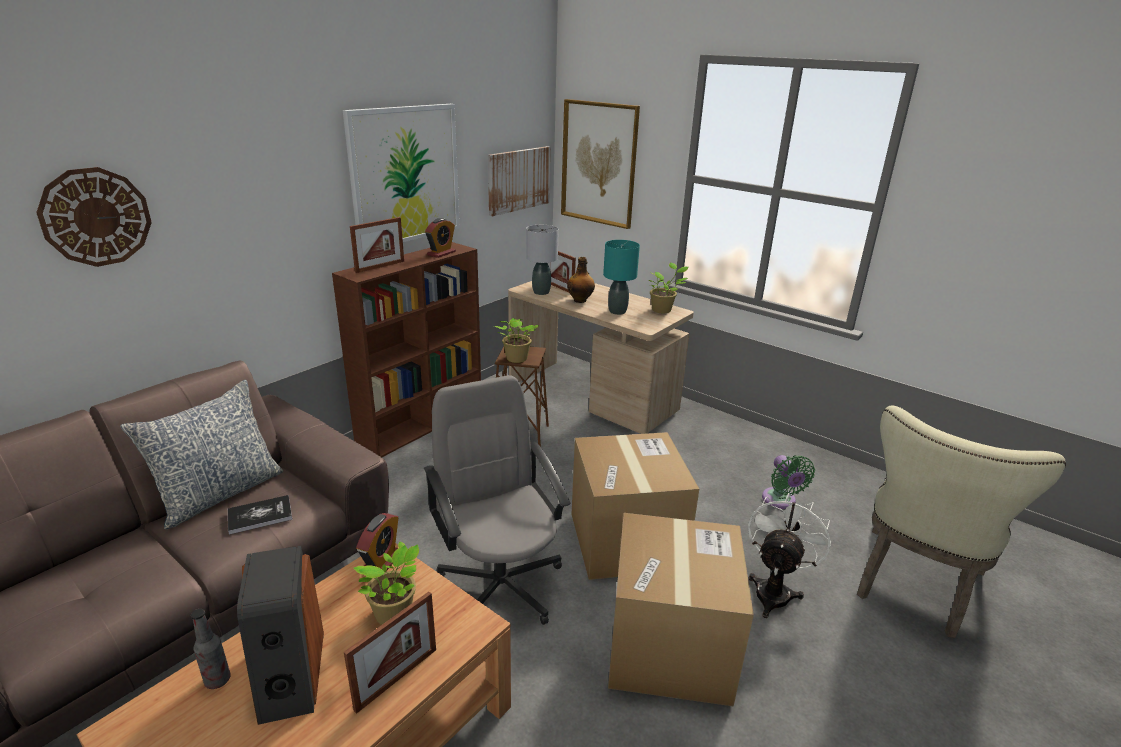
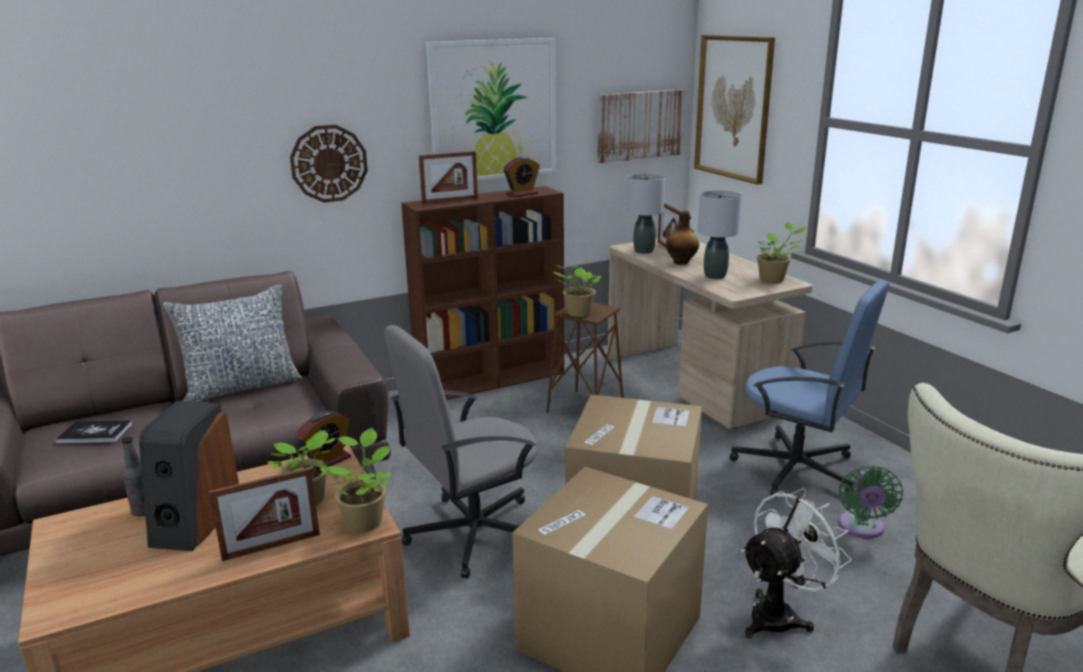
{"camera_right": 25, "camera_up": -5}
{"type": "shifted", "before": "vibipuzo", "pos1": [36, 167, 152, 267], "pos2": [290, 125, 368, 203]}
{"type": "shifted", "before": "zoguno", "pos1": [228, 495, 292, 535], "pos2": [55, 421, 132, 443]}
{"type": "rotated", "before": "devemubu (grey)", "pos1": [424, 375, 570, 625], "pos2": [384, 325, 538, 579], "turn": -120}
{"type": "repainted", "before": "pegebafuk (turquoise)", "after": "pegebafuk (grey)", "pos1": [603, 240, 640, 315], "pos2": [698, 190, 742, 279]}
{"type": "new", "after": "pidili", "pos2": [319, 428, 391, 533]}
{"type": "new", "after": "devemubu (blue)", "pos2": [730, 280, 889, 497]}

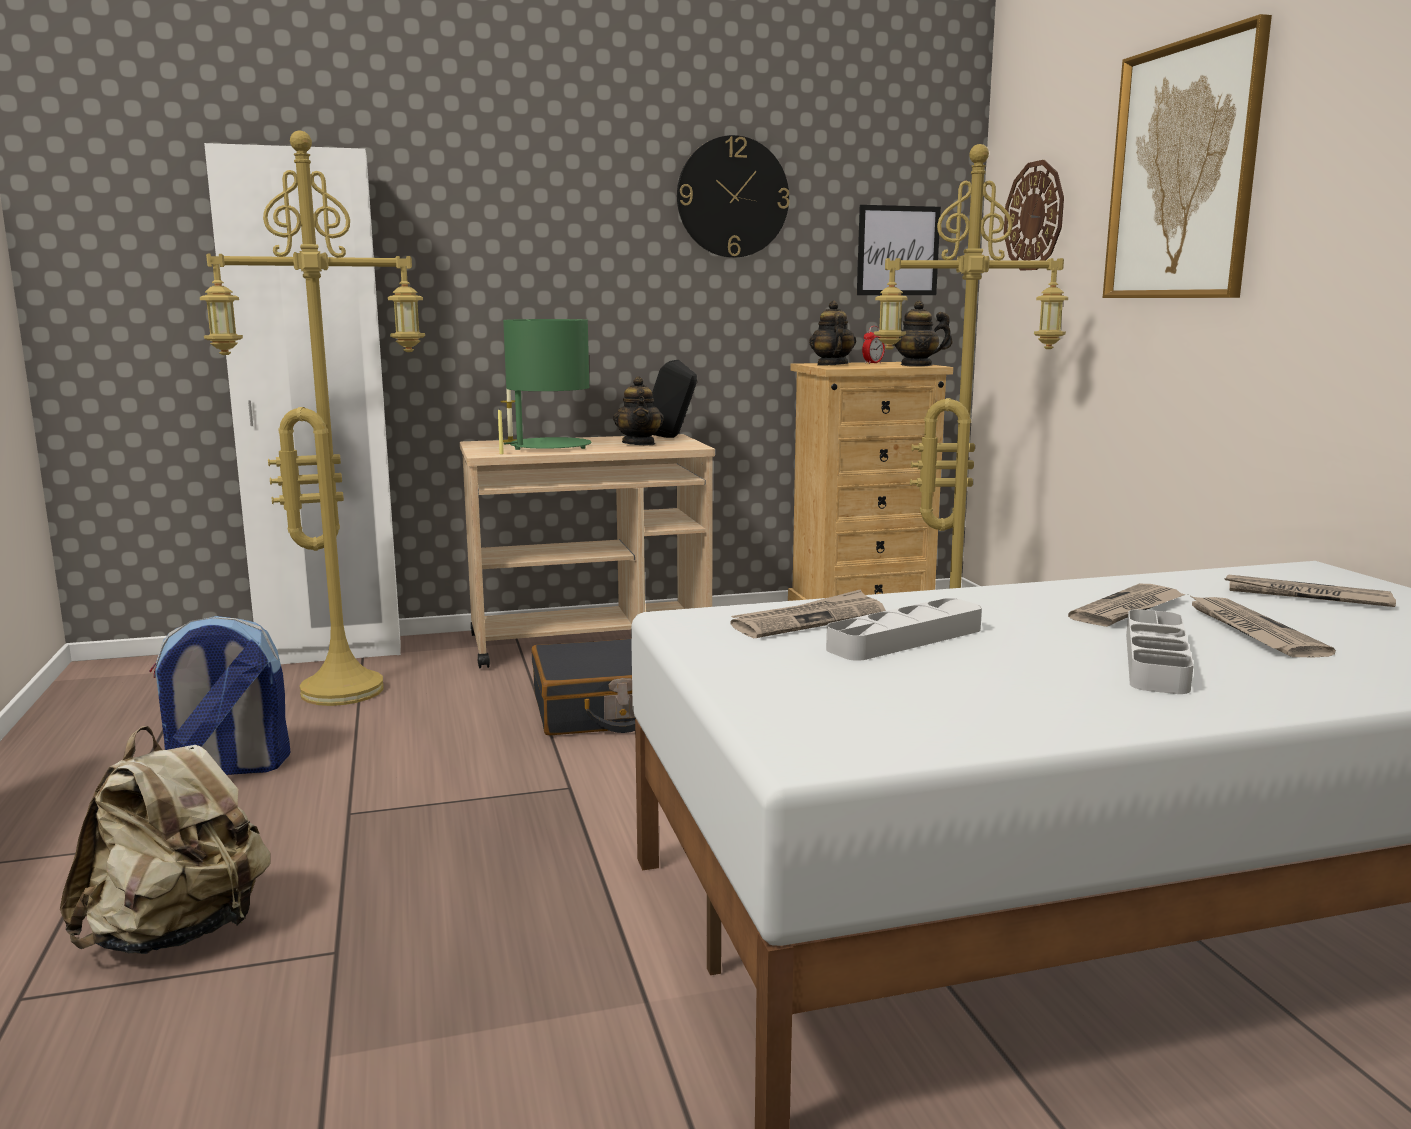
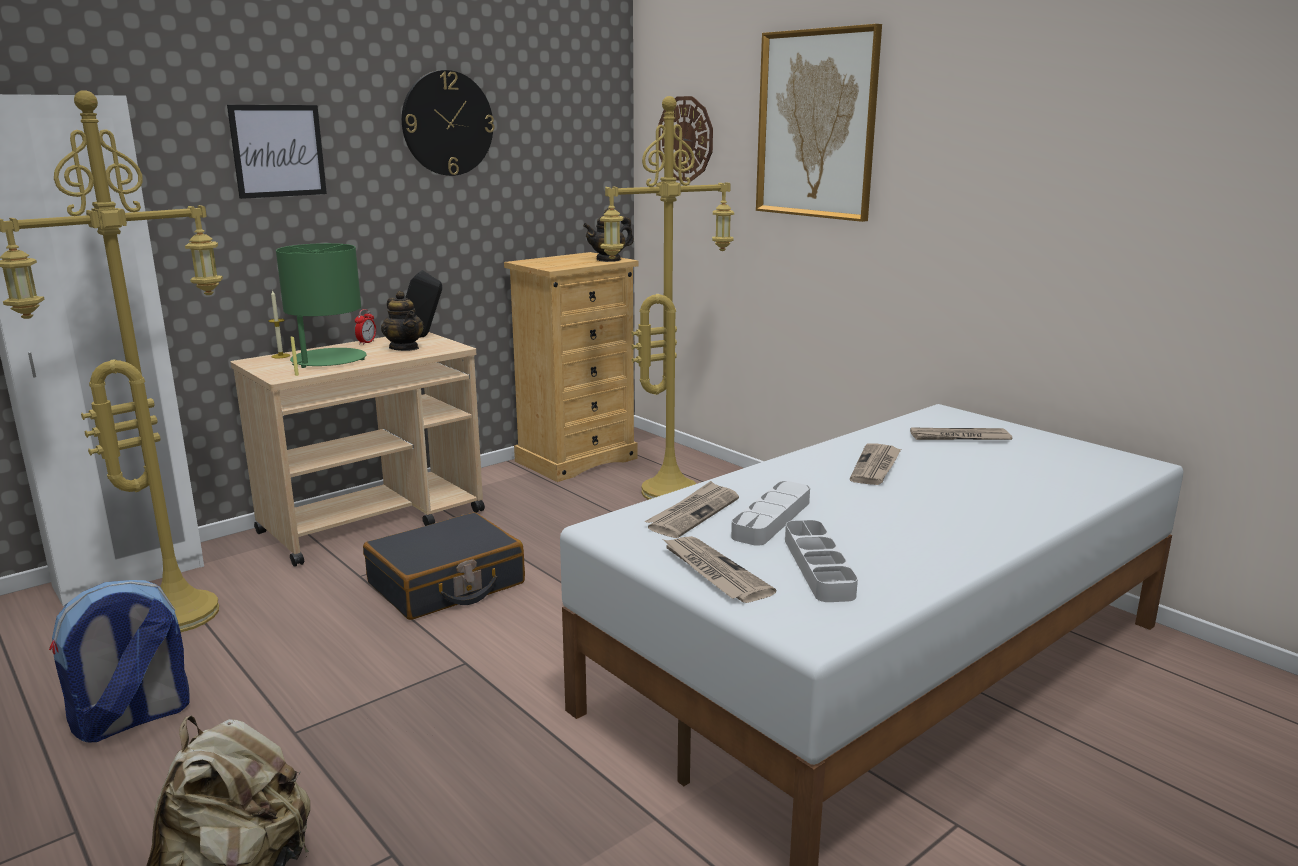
{"camera_right": -25, "camera_up": 5}
{"type": "gone", "before": "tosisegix", "pos1": [809, 301, 856, 366]}
{"type": "shifted", "before": "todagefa", "pos1": [857, 205, 941, 295], "pos2": [227, 105, 327, 199]}
{"type": "shifted", "before": "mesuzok", "pos1": [862, 326, 885, 364], "pos2": [355, 309, 376, 345]}
{"type": "shifted", "before": "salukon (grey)", "pos1": [1126, 609, 1194, 694], "pos2": [785, 520, 858, 602]}
{"type": "shifted", "before": "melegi", "pos1": [1189, 595, 1336, 657], "pos2": [664, 536, 776, 603]}

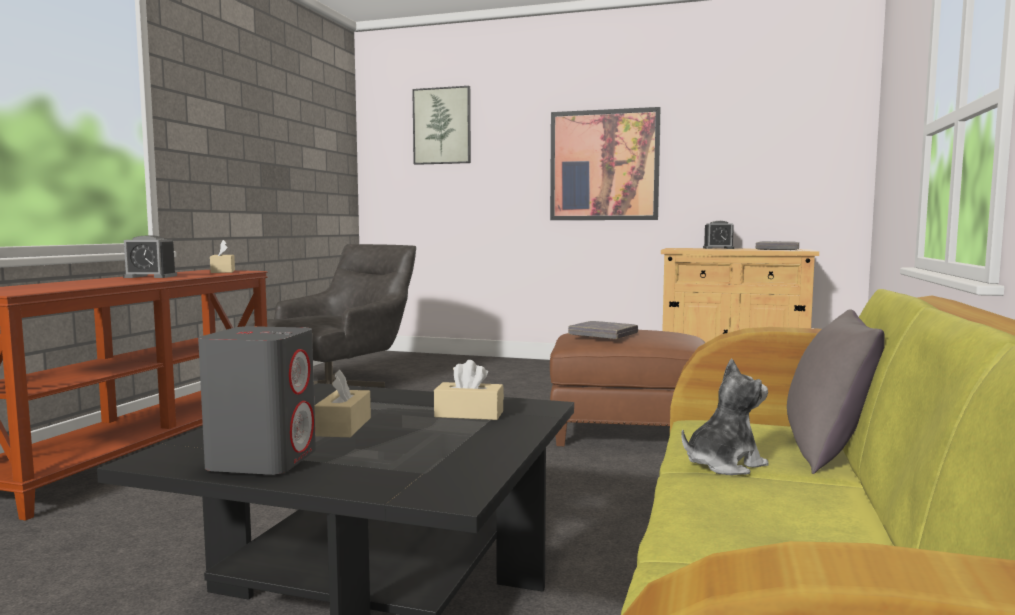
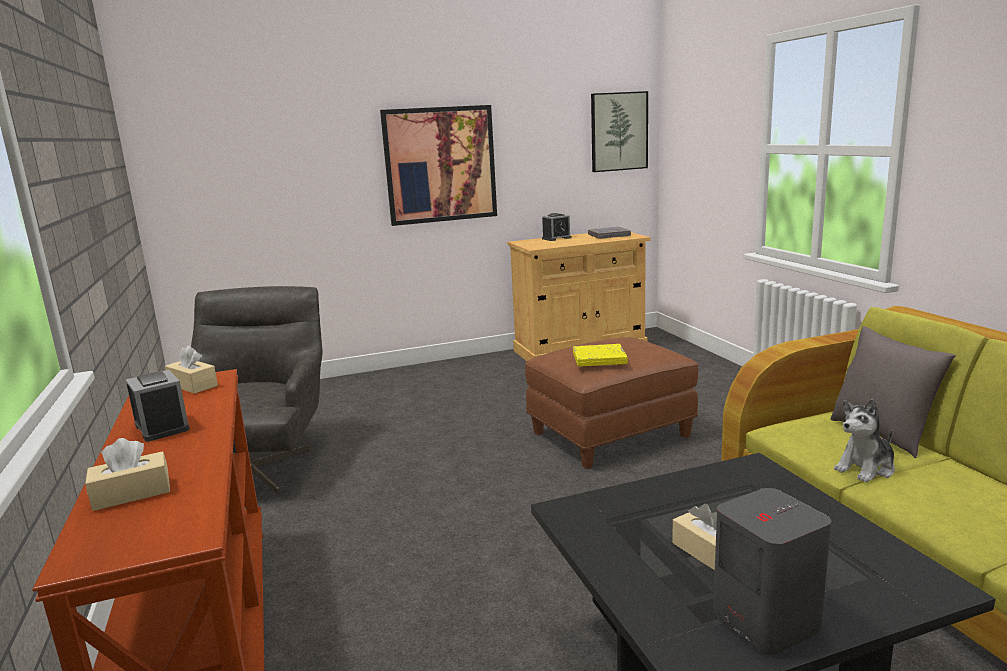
{"camera_right": -35, "camera_up": 10}
{"type": "rotated", "before": "mesuzok", "pos1": [123, 235, 177, 278], "pos2": [125, 370, 190, 442], "turn": -90}
{"type": "shifted", "before": "todagefa", "pos1": [412, 86, 471, 165], "pos2": [591, 91, 648, 172]}
{"type": "shifted", "before": "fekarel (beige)", "pos1": [434, 360, 504, 420], "pos2": [85, 438, 170, 511]}
{"type": "repainted", "before": "zoguno (grey)", "after": "zoguno (yellow)", "pos1": [568, 321, 638, 339], "pos2": [573, 344, 628, 367]}
{"type": "rotated", "before": "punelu", "pos1": [681, 358, 769, 475], "pos2": [834, 399, 895, 483], "turn": -150}

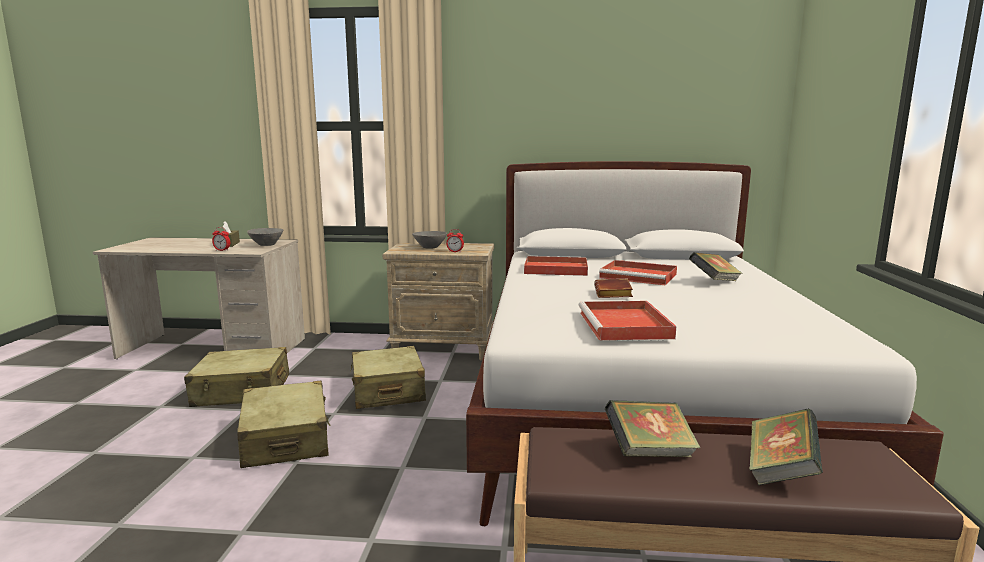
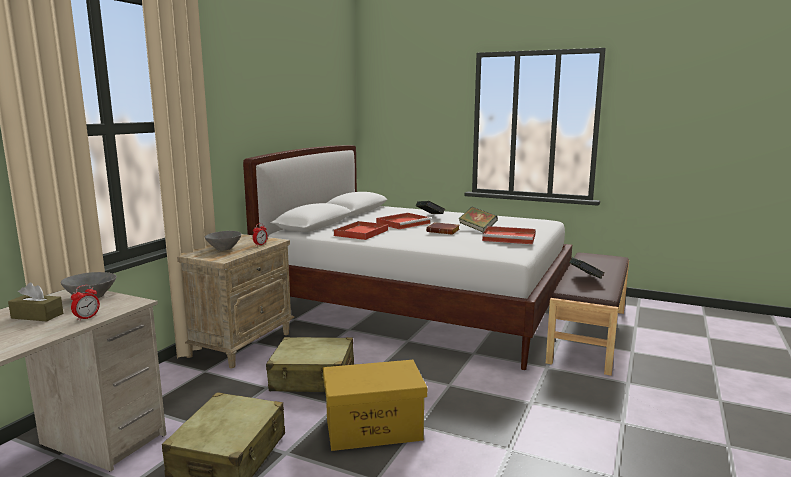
{"camera_right": -70, "camera_up": 0}
{"type": "swapped", "before": "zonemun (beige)", "after": "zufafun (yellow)", "pos1": [237, 381, 330, 468], "pos2": [323, 360, 427, 451]}
{"type": "shifted", "before": "zoguno", "pos1": [749, 409, 823, 486], "pos2": [459, 207, 498, 233]}

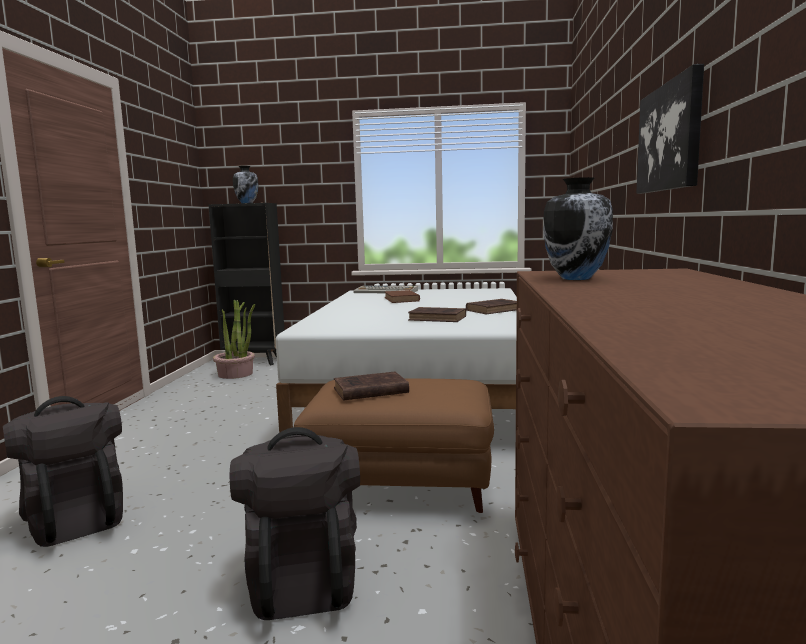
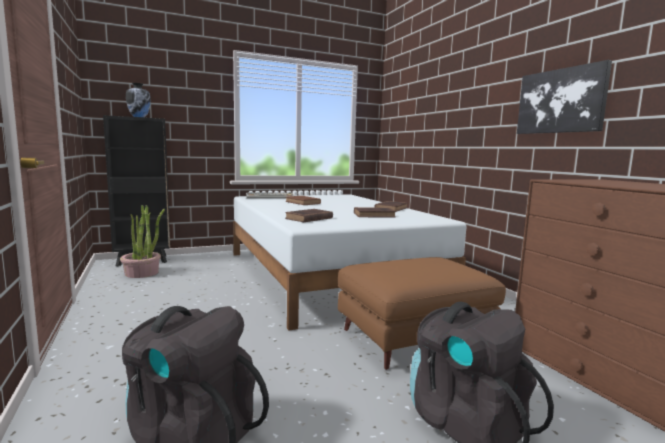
{"camera_right": -30, "camera_up": 0}
{"type": "shifted", "before": "zoguno (brown)", "pos1": [334, 372, 409, 401], "pos2": [285, 209, 333, 222]}
{"type": "gone", "before": "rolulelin", "pos1": [543, 177, 613, 280]}

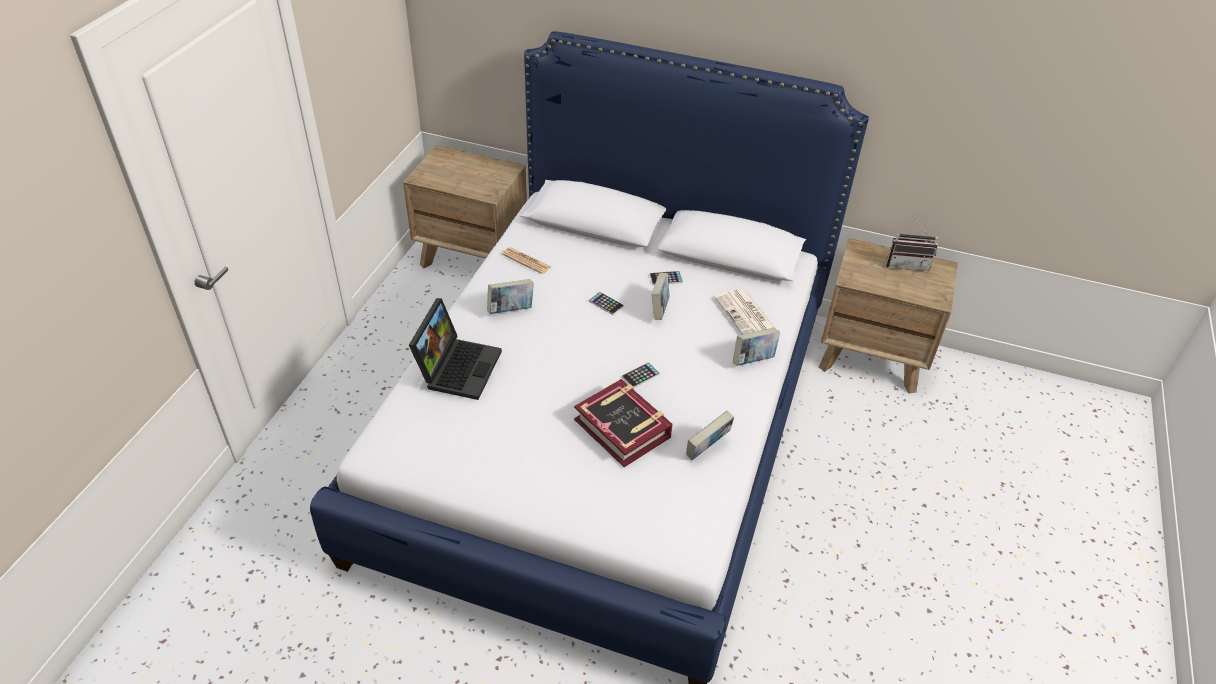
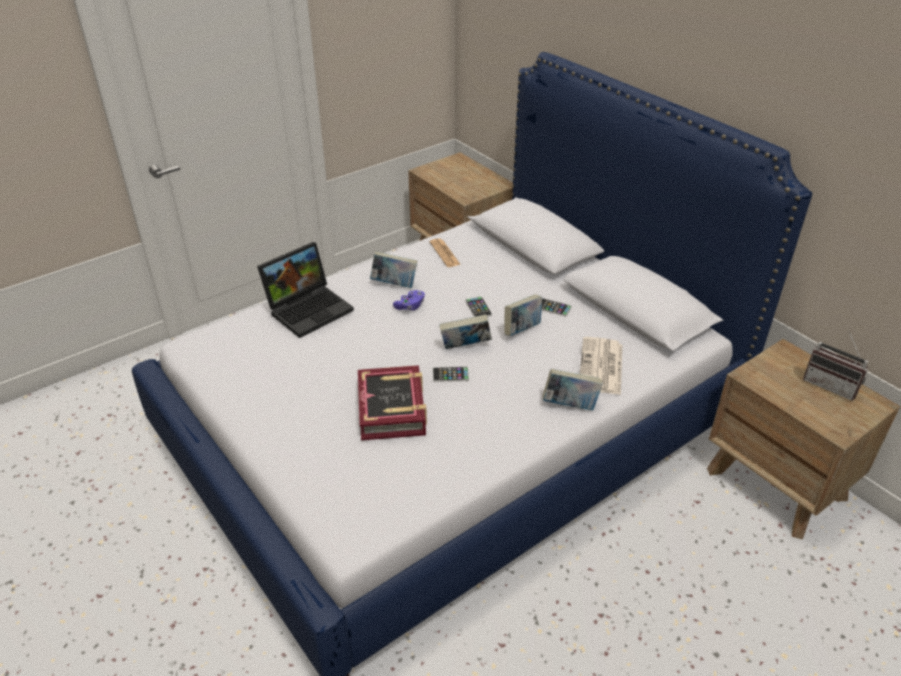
{"camera_right": 35, "camera_up": -5}
{"type": "shifted", "before": "zoguno", "pos1": [686, 411, 734, 460], "pos2": [439, 314, 492, 349]}
{"type": "new", "after": "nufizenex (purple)", "pos2": [393, 290, 425, 310]}

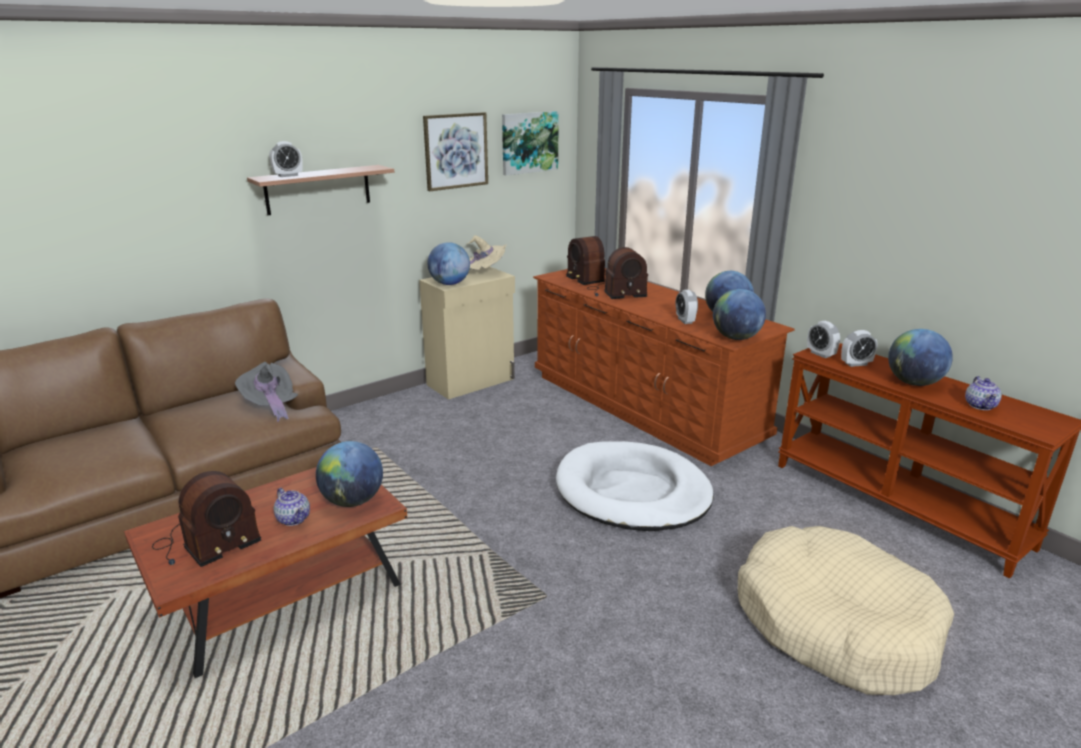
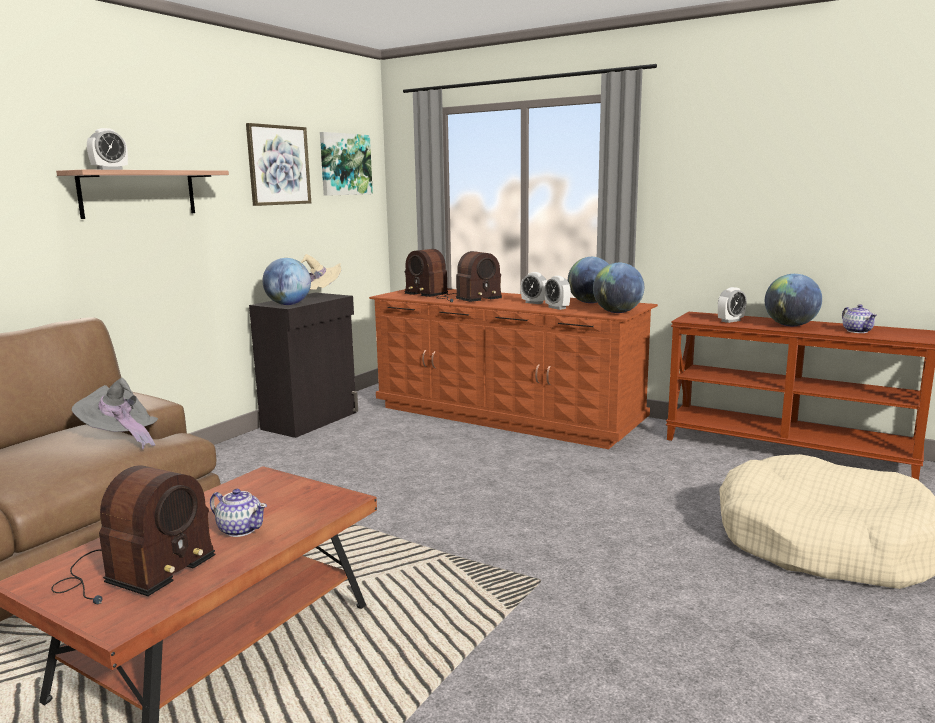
{"camera_right": -20, "camera_up": -10}
{"type": "gone", "before": "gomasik", "pos1": [316, 441, 383, 507]}
{"type": "repainted", "before": "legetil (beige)", "after": "legetil (black)", "pos1": [419, 267, 515, 400], "pos2": [249, 293, 358, 438]}
{"type": "gone", "before": "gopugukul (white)", "pos1": [556, 441, 714, 531]}
{"type": "shifted", "before": "mesuzok", "pos1": [807, 321, 840, 358], "pos2": [521, 272, 547, 304]}

